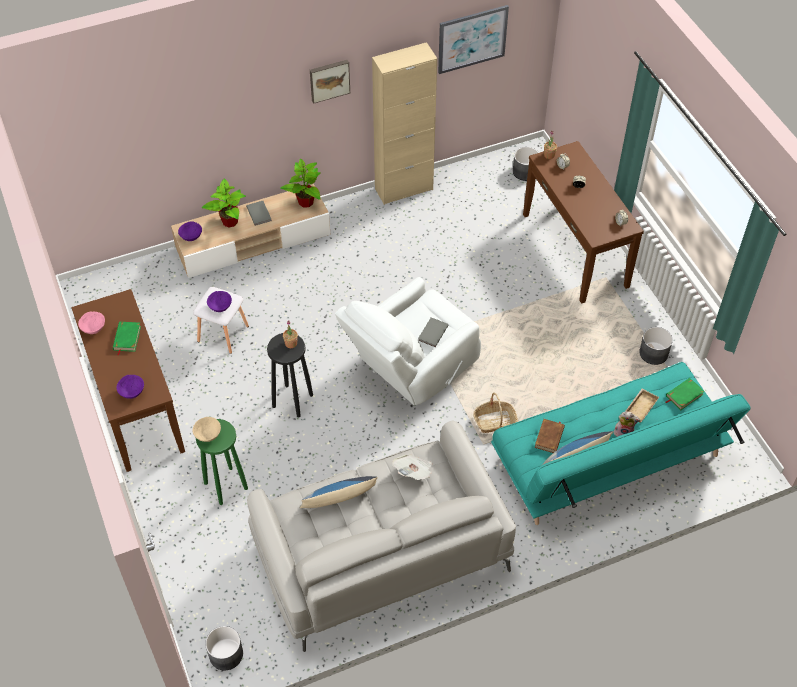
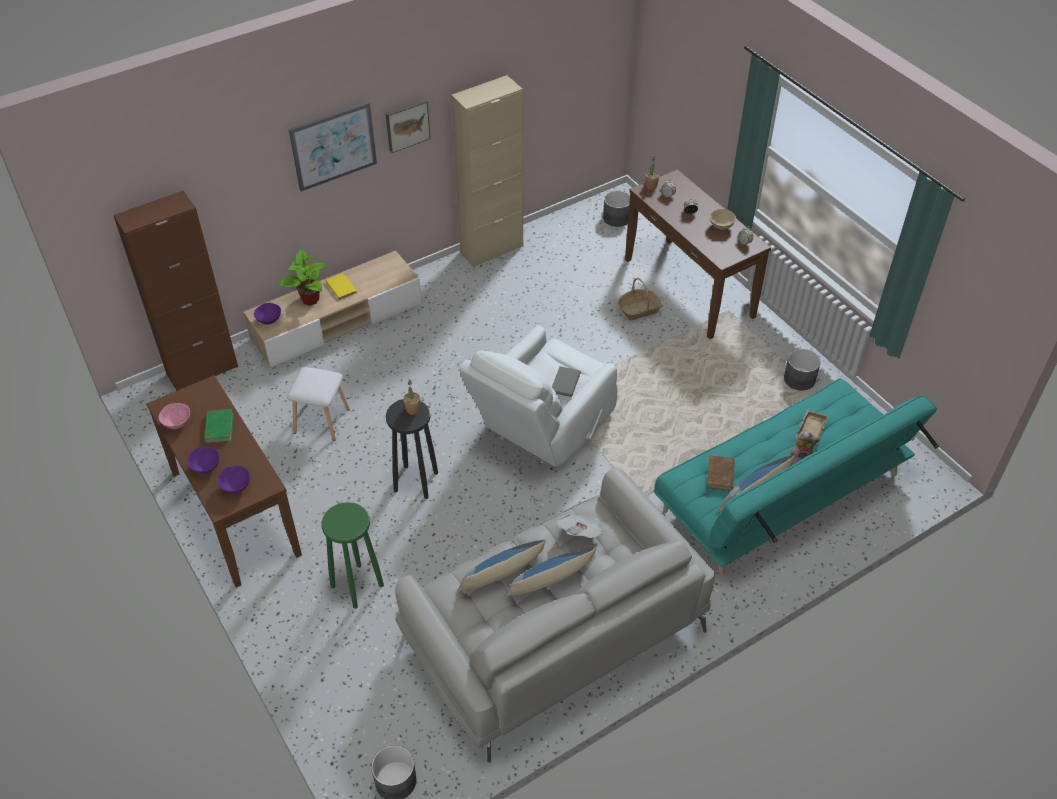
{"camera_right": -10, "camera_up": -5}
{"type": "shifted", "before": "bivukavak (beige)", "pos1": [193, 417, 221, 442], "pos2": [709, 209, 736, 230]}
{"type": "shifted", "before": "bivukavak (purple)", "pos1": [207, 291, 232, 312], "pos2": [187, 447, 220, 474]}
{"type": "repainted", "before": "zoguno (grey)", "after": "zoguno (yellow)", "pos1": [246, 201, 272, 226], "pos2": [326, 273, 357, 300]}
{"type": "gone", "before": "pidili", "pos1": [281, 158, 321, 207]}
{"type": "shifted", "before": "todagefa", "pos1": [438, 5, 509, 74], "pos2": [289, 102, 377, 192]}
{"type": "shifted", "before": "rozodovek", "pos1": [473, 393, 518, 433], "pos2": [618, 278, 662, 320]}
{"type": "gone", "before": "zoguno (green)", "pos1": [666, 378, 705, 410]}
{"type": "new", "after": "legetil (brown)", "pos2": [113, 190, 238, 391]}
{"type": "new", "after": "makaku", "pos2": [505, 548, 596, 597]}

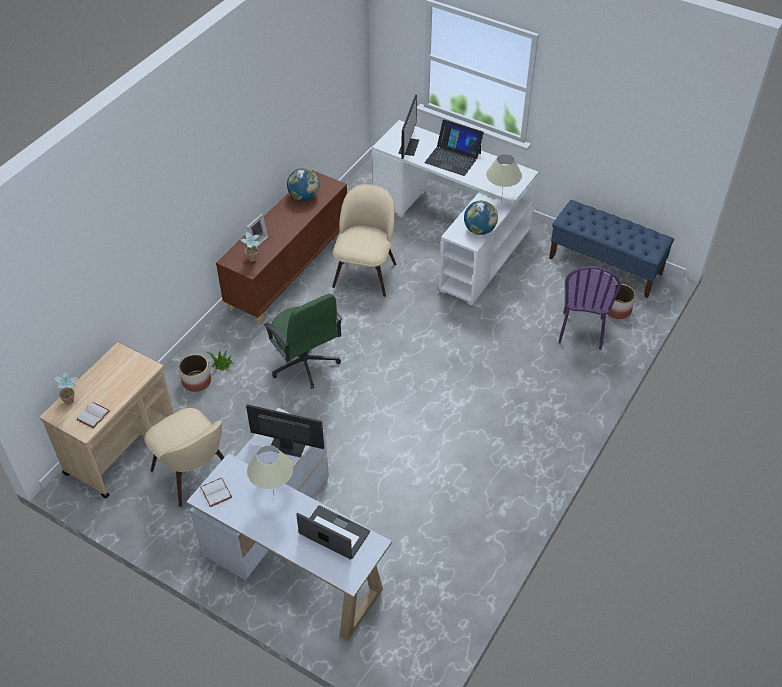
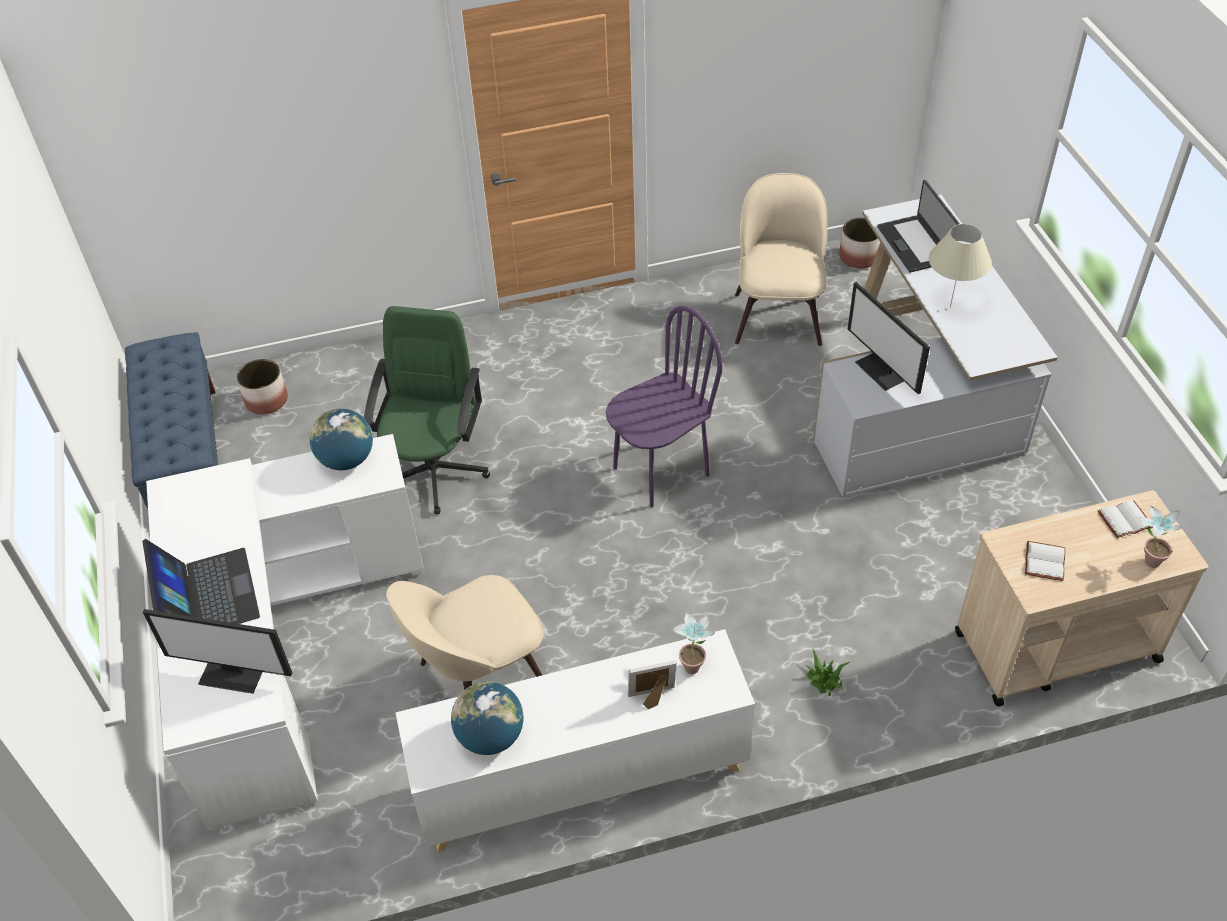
{"camera_right": -135, "camera_up": 0}
{"type": "shifted", "before": "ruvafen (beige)", "pos1": [145, 408, 224, 507], "pos2": [735, 173, 827, 346]}
{"type": "shifted", "before": "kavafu", "pos1": [179, 354, 211, 392], "pos2": [839, 218, 880, 269]}
{"type": "shifted", "before": "zoguno (white)", "pos1": [200, 478, 232, 507], "pos2": [1025, 541, 1065, 581]}
{"type": "repainted", "before": "legetil (brown)", "after": "legetil (white)", "pos1": [216, 170, 347, 324], "pos2": [396, 629, 755, 852]}
{"type": "shifted", "before": "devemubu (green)", "pos1": [264, 294, 342, 389], "pos2": [364, 306, 490, 515]}
{"type": "rotated", "before": "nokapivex", "pos1": [398, 94, 419, 159], "pos2": [143, 609, 293, 694], "turn": -135}
{"type": "gone", "before": "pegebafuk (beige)", "pos1": [486, 154, 522, 202]}
{"type": "shifted", "before": "ruvafen (purple)", "pos1": [558, 266, 621, 350], "pos2": [606, 306, 723, 507]}

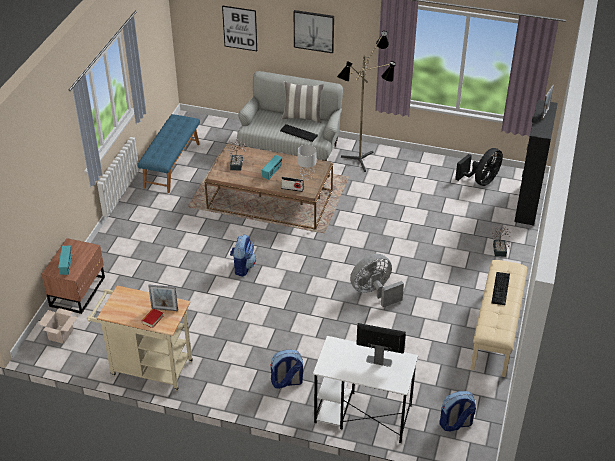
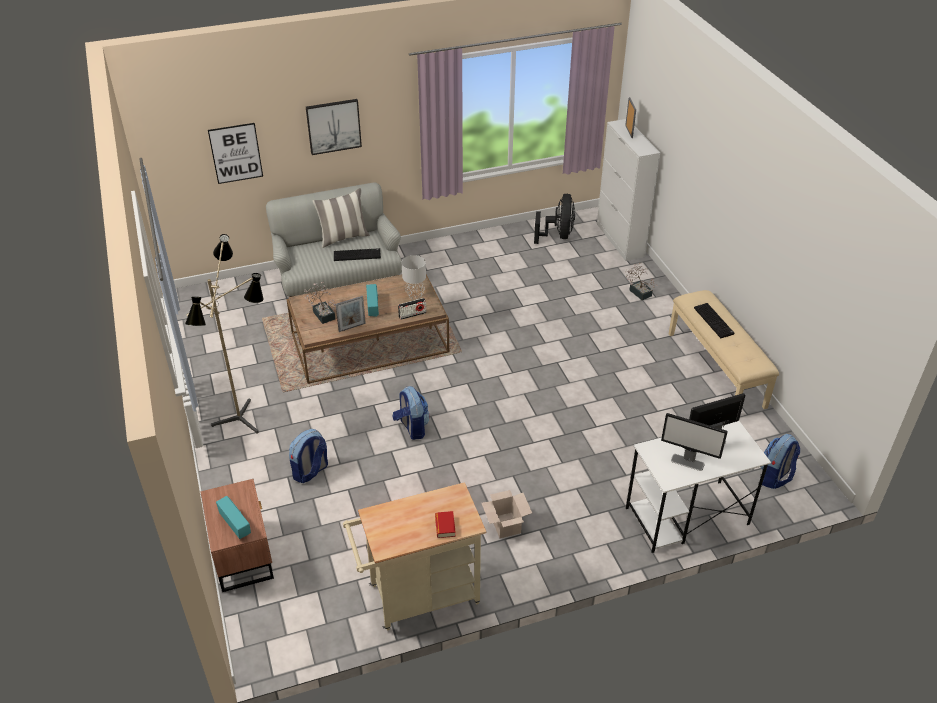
{"camera_right": -35, "camera_up": 0}
{"type": "shifted", "before": "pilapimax", "pos1": [38, 308, 77, 344], "pos2": [481, 490, 532, 538]}
{"type": "gone", "before": "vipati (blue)", "pos1": [137, 114, 200, 193]}
{"type": "shifted", "before": "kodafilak", "pos1": [148, 285, 178, 311], "pos2": [336, 296, 366, 332]}
{"type": "shifted", "before": "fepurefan", "pos1": [270, 350, 303, 389], "pos2": [289, 429, 328, 483]}
{"type": "shifted", "before": "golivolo", "pos1": [337, 31, 396, 172], "pos2": [185, 234, 264, 433]}
{"type": "gone", "before": "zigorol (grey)", "pos1": [350, 254, 404, 307]}
{"type": "repainted", "before": "legetil (black)", "after": "legetil (white)", "pos1": [514, 100, 558, 226], "pos2": [597, 119, 660, 261]}
{"type": "new", "after": "nokapivex", "pos2": [661, 413, 728, 471]}

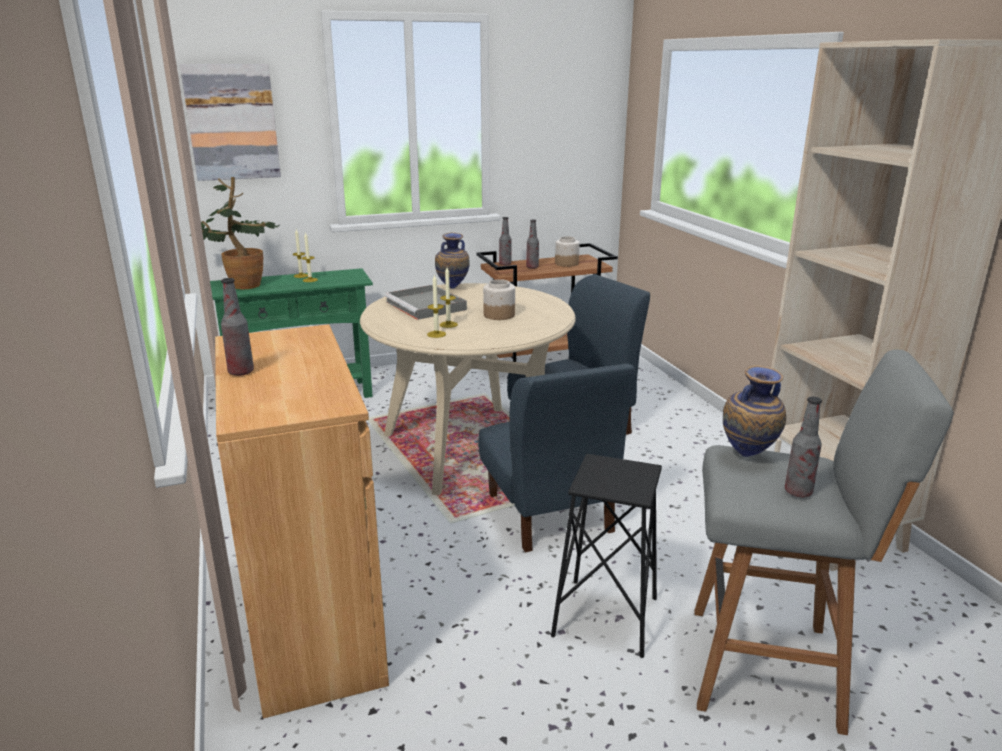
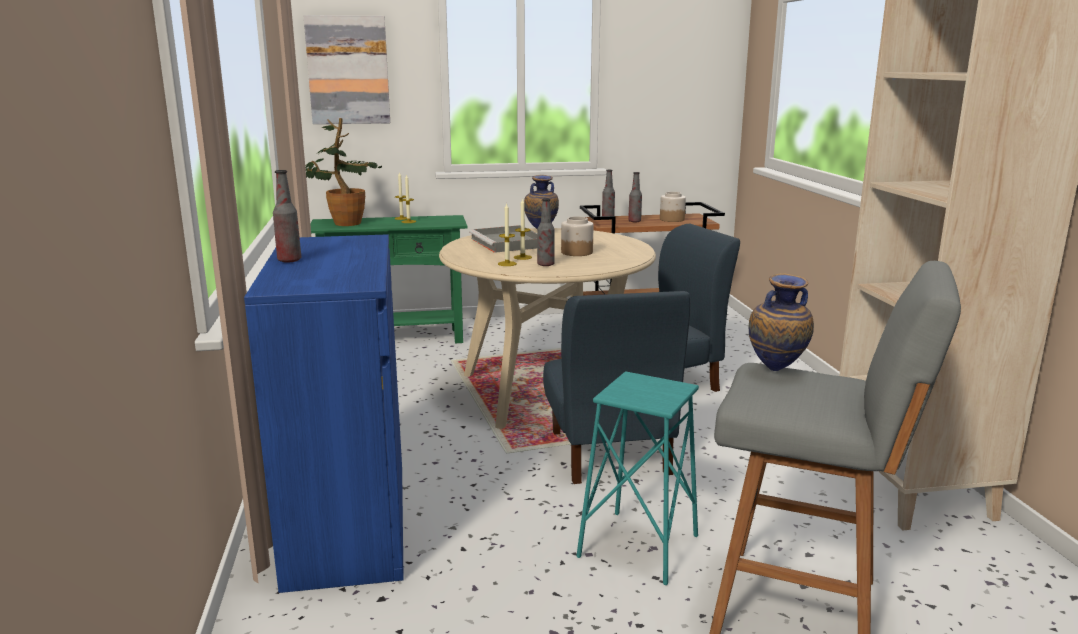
{"camera_right": 10, "camera_up": -5}
{"type": "repainted", "before": "legetil (brown)", "after": "legetil (blue)", "pos1": [215, 324, 389, 719], "pos2": [244, 234, 404, 593]}
{"type": "repainted", "before": "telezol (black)", "after": "telezol (turquoise)", "pos1": [551, 454, 662, 658], "pos2": [576, 371, 699, 585]}
{"type": "shifted", "before": "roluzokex", "pos1": [785, 396, 822, 497], "pos2": [537, 198, 555, 266]}

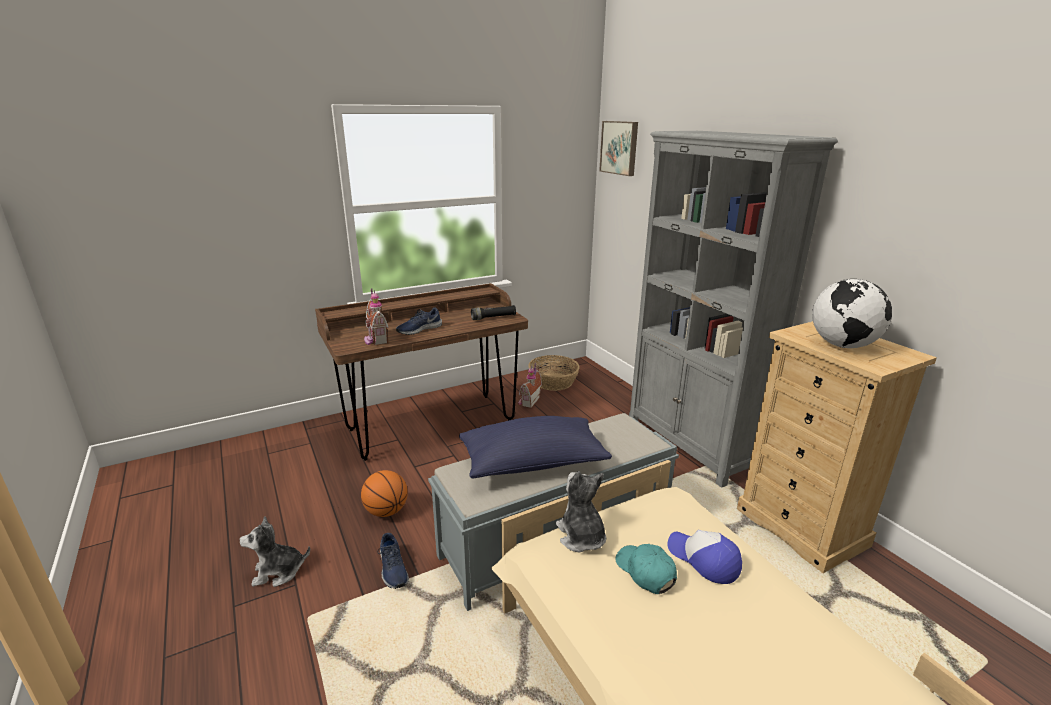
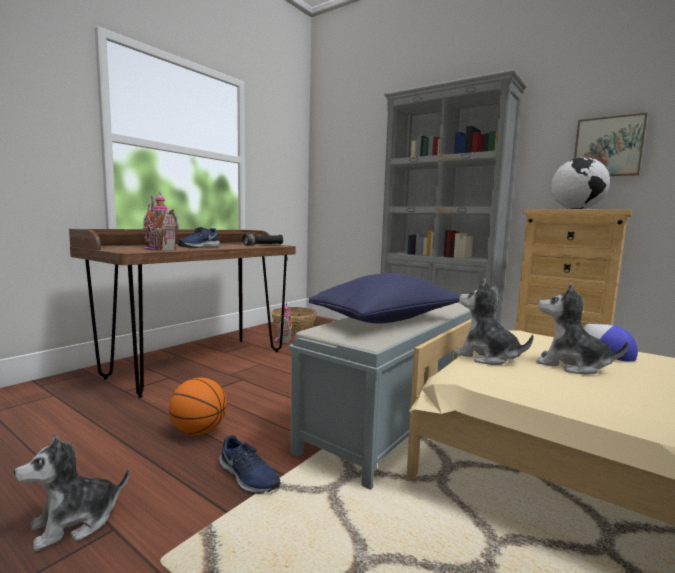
{"camera_right": -25, "camera_up": -15}
{"type": "shifted", "before": "todagefa", "pos1": [599, 121, 638, 176], "pos2": [574, 113, 648, 176]}
{"type": "swapped", "before": "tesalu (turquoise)", "after": "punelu", "pos1": [615, 544, 677, 594], "pos2": [536, 283, 629, 375]}

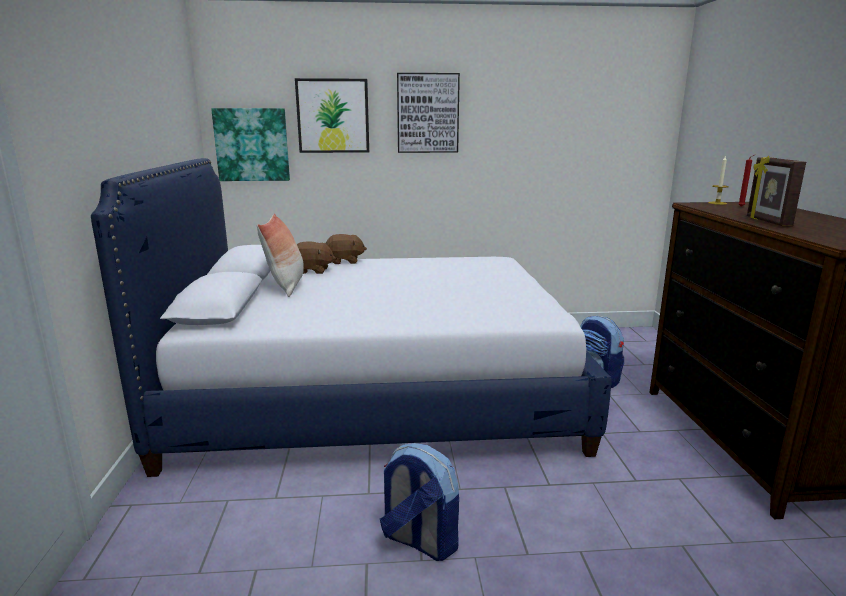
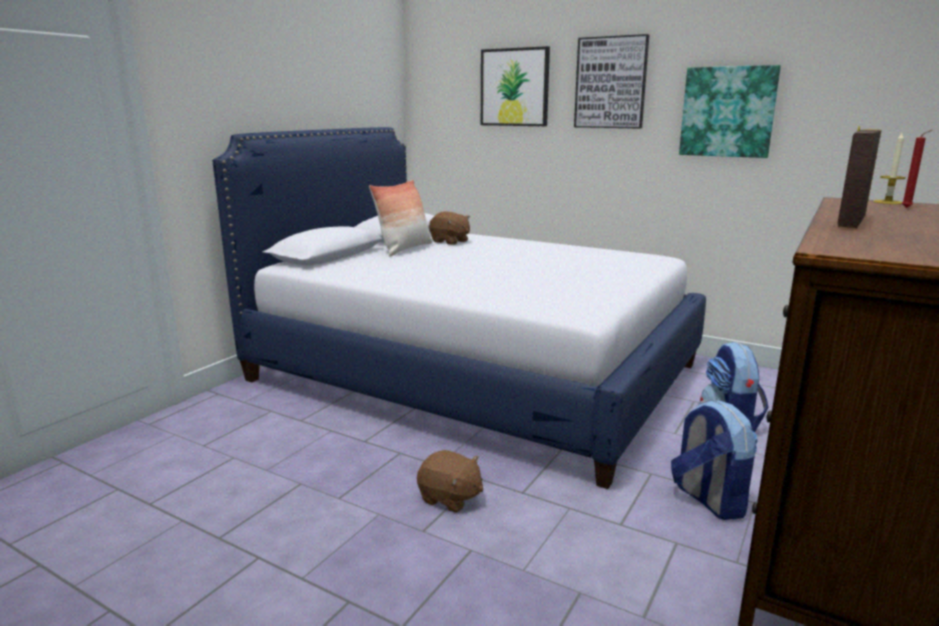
{"camera_right": 35, "camera_up": 0}
{"type": "shifted", "before": "todagefa", "pos1": [211, 108, 290, 181], "pos2": [679, 65, 781, 158]}
{"type": "shifted", "before": "punelu (brown)", "pos1": [326, 234, 367, 264], "pos2": [417, 450, 483, 513]}
{"type": "shifted", "before": "fepurefan", "pos1": [380, 443, 459, 561], "pos2": [671, 400, 758, 520]}

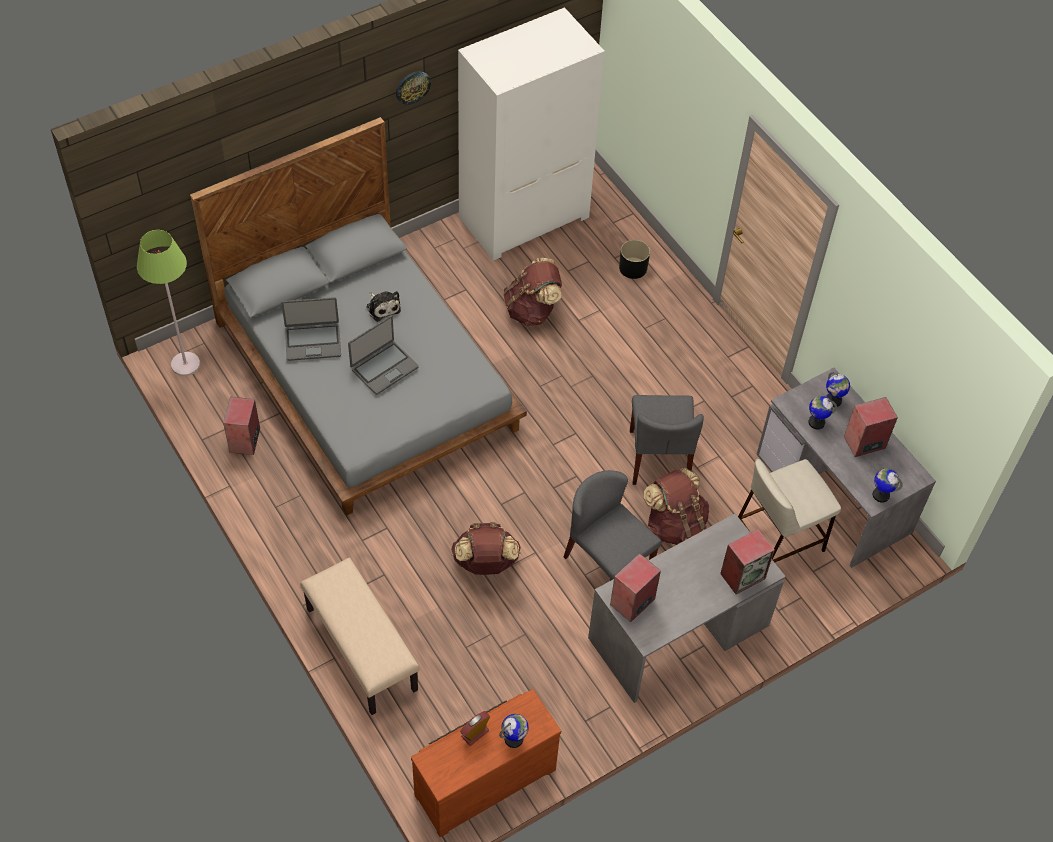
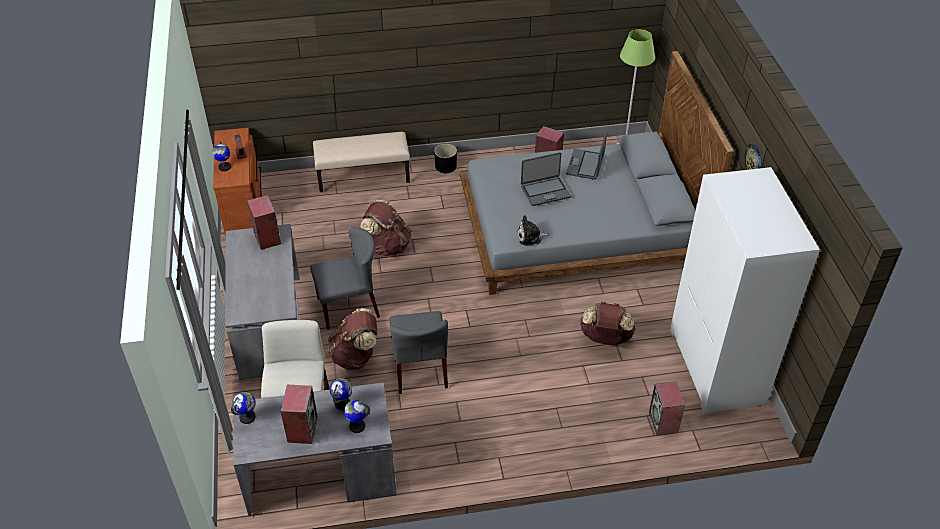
{"camera_right": 115, "camera_up": -10}
{"type": "rotated", "before": "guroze", "pos1": [348, 316, 419, 395], "pos2": [521, 152, 571, 206], "turn": -90}
{"type": "shifted", "before": "punelu", "pos1": [366, 291, 401, 322], "pos2": [517, 215, 549, 246]}
{"type": "shifted", "before": "kavafu (black)", "pos1": [619, 240, 650, 279], "pos2": [434, 144, 457, 173]}
{"type": "rotated", "before": "ruvafen (grey)", "pos1": [630, 395, 704, 485], "pos2": [389, 311, 448, 394], "turn": -120}
{"type": "shifted", "before": "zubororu", "pos1": [720, 529, 774, 595], "pos2": [649, 382, 685, 436]}

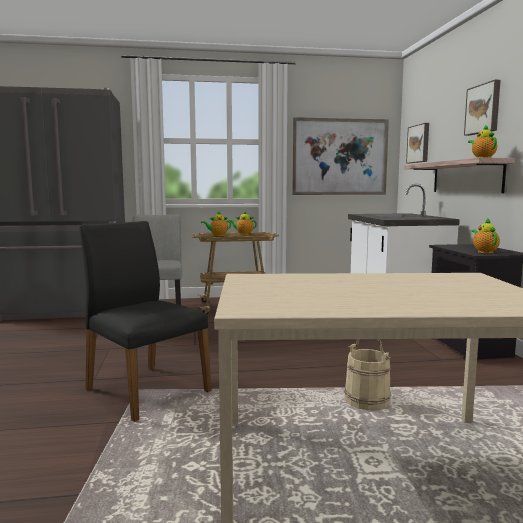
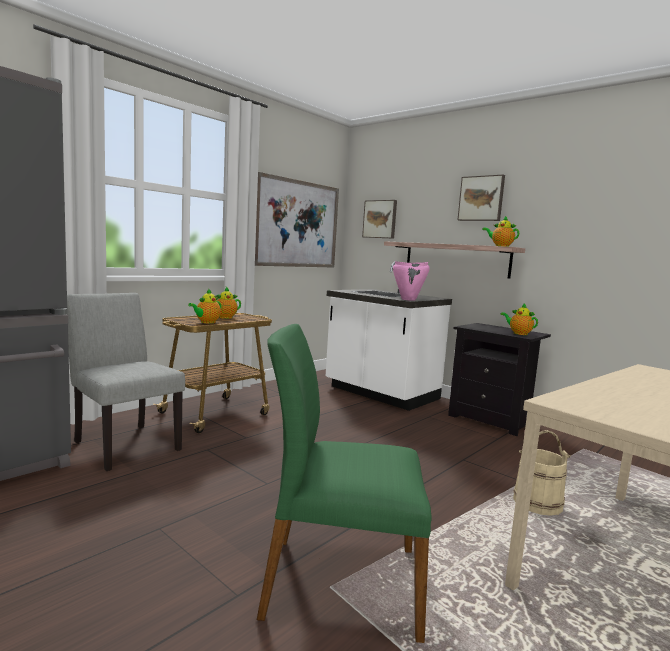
{"camera_right": -40, "camera_up": 0}
{"type": "repainted", "before": "ruvafen (black)", "after": "ruvafen (green)", "pos1": [79, 221, 211, 422], "pos2": [257, 324, 431, 643]}
{"type": "new", "after": "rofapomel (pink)", "pos2": [393, 261, 430, 301]}

